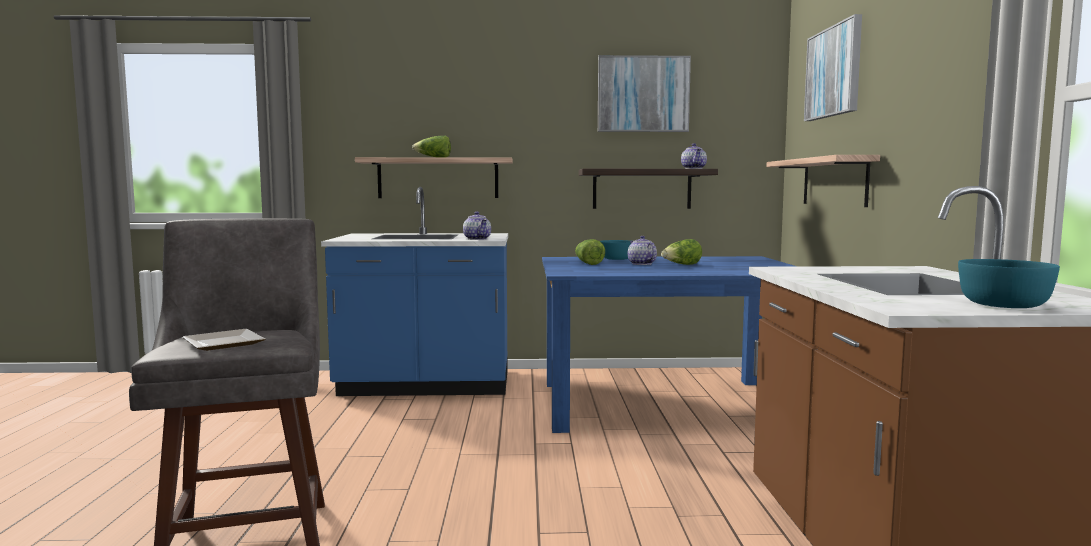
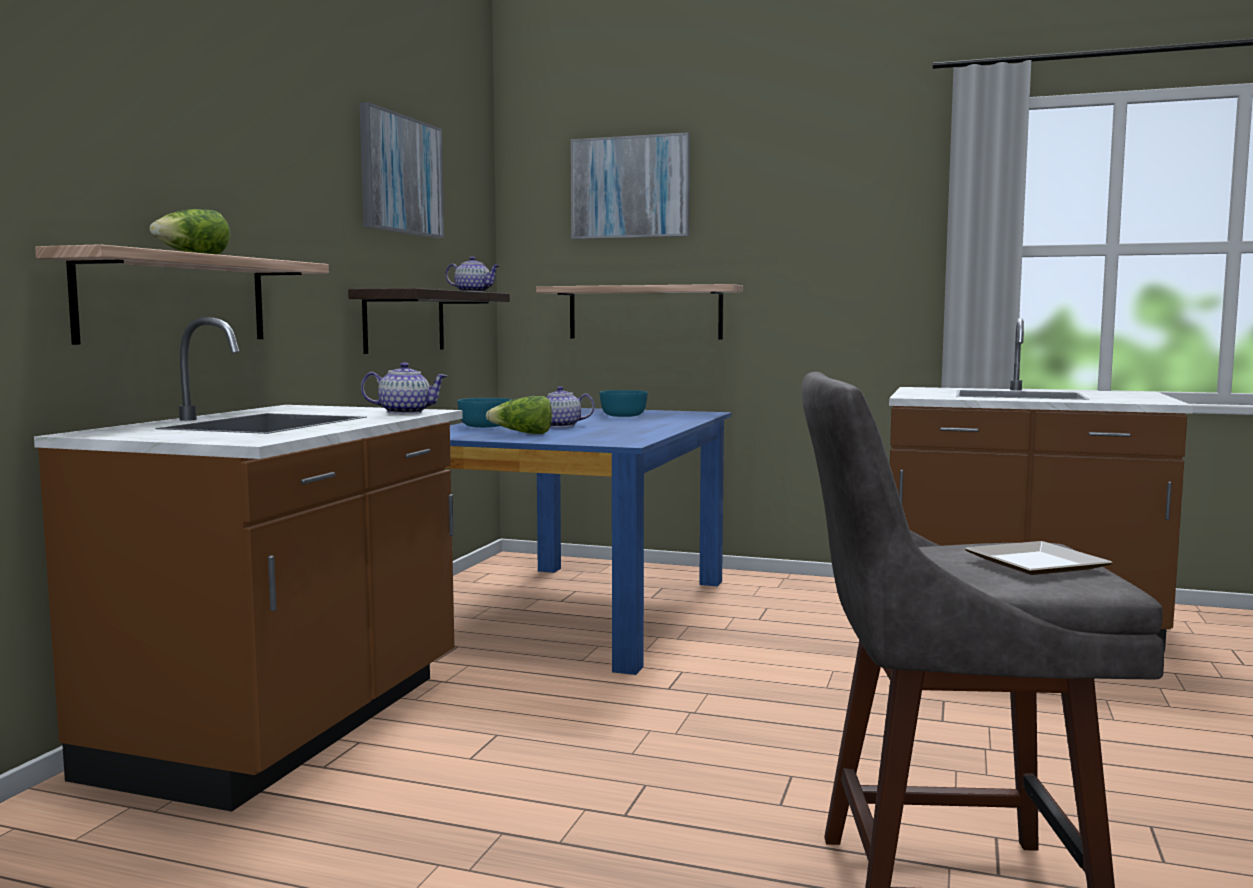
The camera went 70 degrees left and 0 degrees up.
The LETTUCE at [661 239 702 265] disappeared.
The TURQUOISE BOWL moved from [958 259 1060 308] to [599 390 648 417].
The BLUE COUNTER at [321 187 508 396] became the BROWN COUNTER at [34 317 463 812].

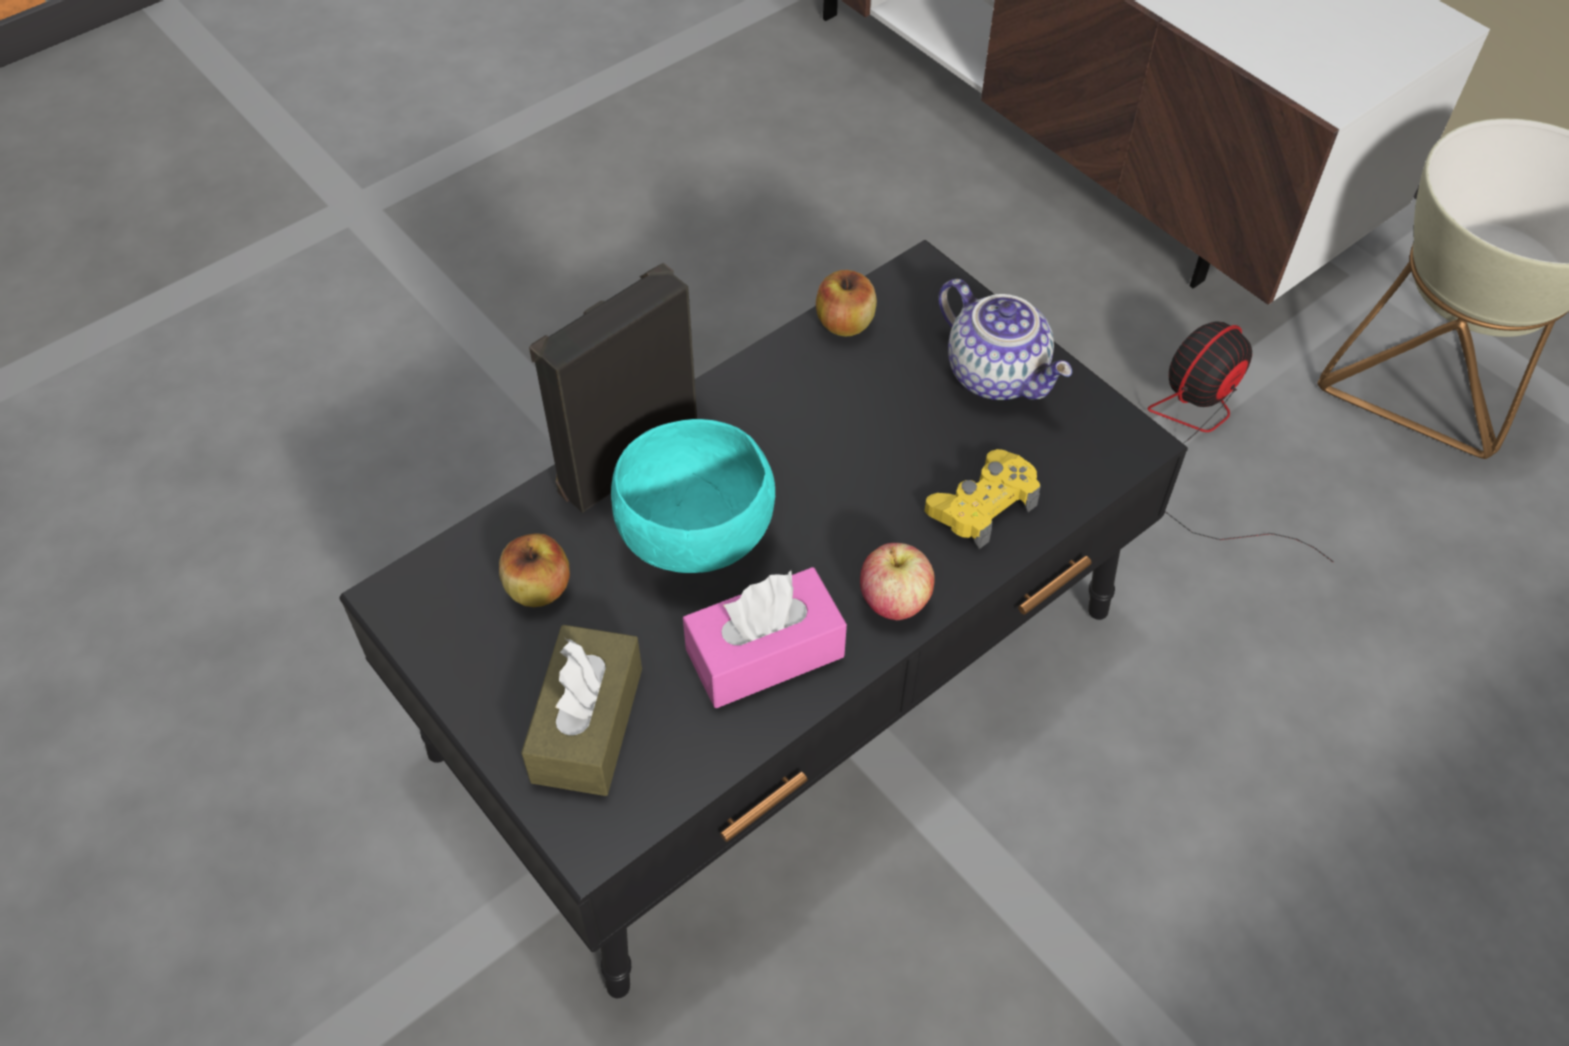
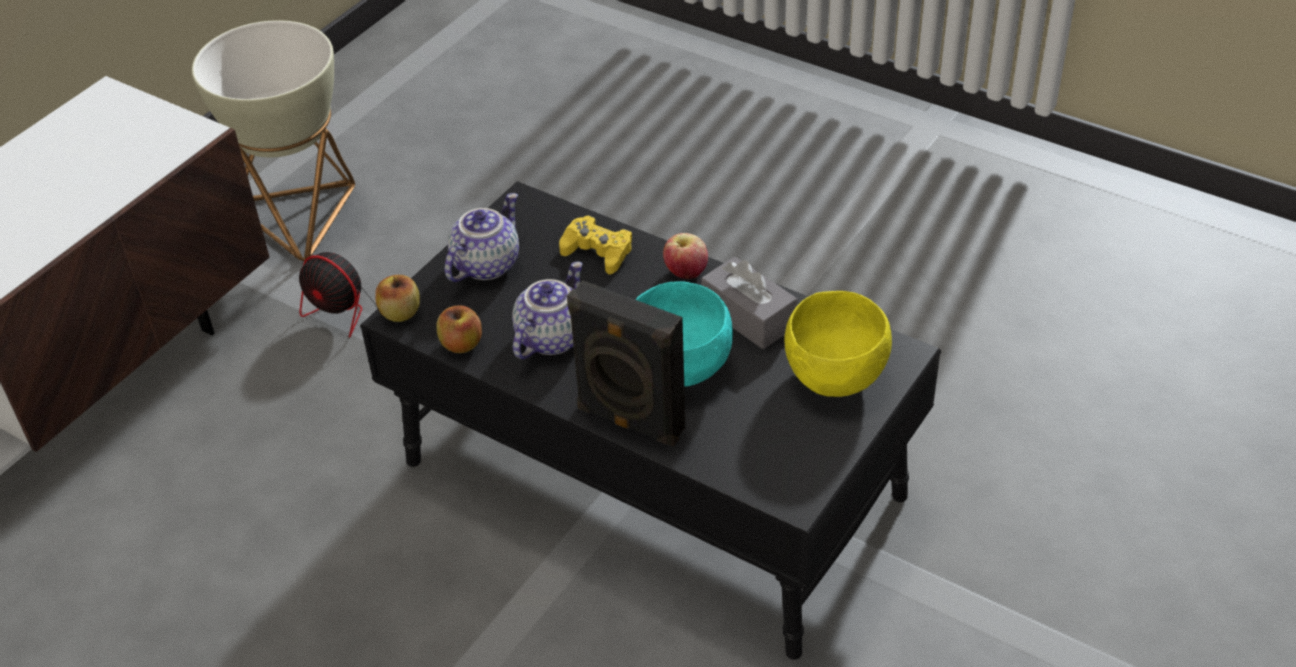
The camera went 105 degrees left and 10 degrees down.
The TEAPOT at [512 261 583 359] appeared.
The APPLE moved from [499 533 570 607] to [375 275 420 322].
The BROWN TISSUE BOX at [521 625 642 796] was replaced by the YELLOW BOWL at [784 291 892 397].
The PINK TISSUE BOX at [683 567 847 708] became the GREY TISSUE BOX at [701 256 797 349].

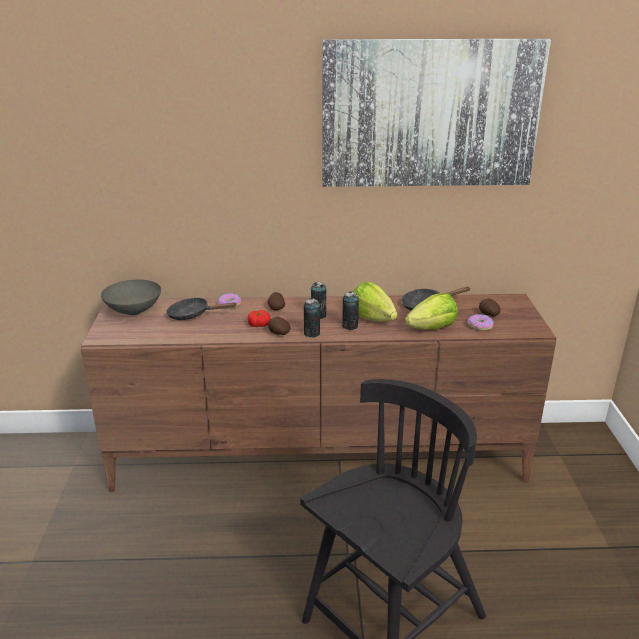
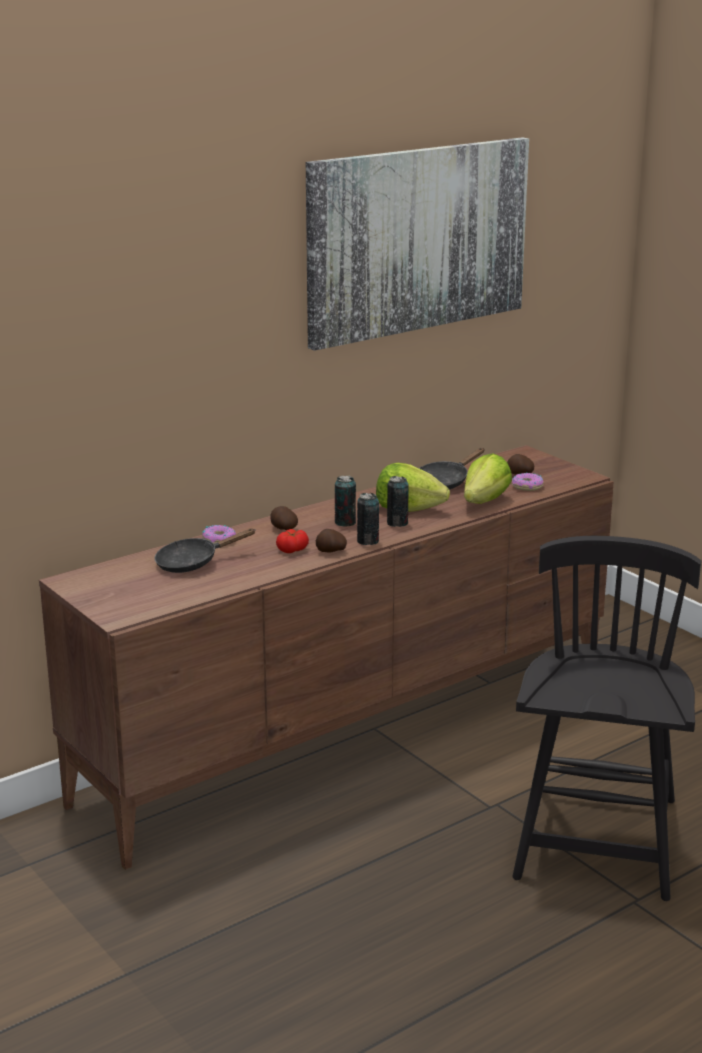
The camera went 35 degrees left and 5 degrees down.
The GREY BOWL at [101 279 161 315] disappeared.

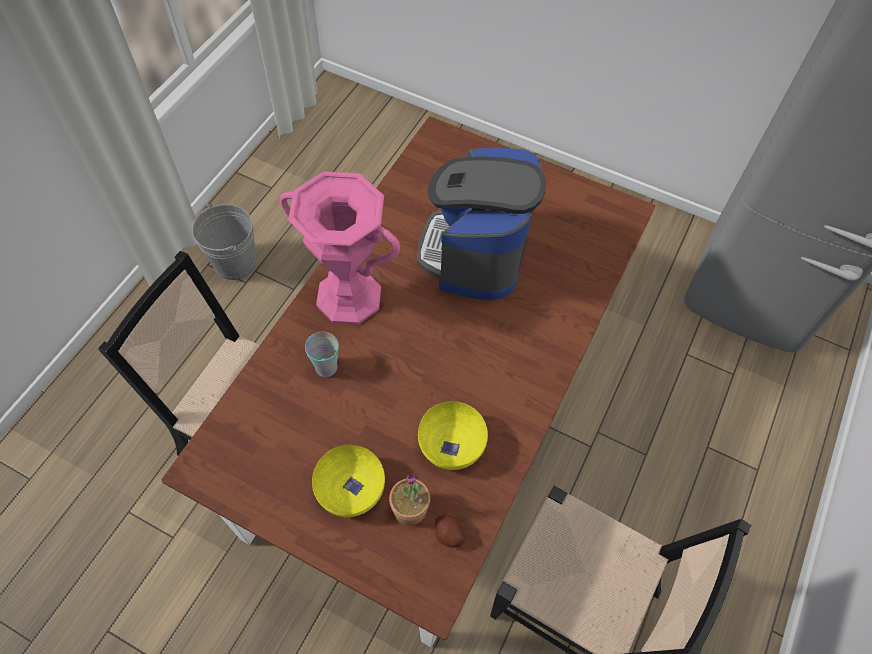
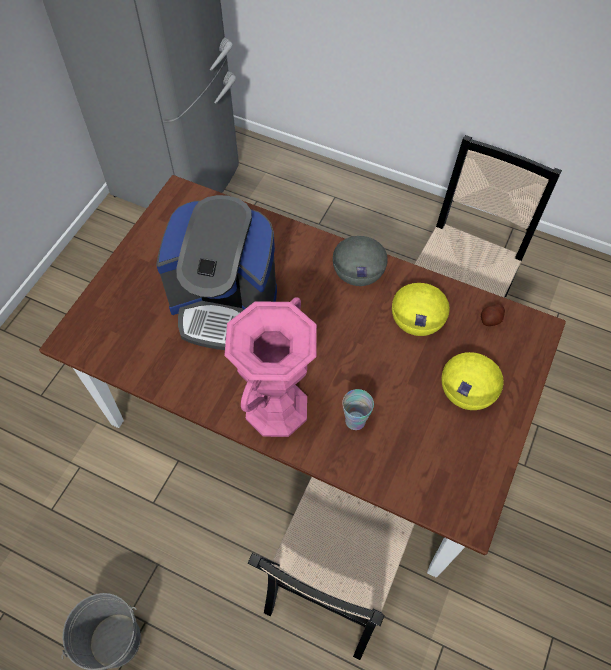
The camera went 90 degrees left and 0 degrees up.
The POTTED PLANT at [389 473 430 526] disappeared.
The GREY BOWL at [333 236 388 286] appeared.

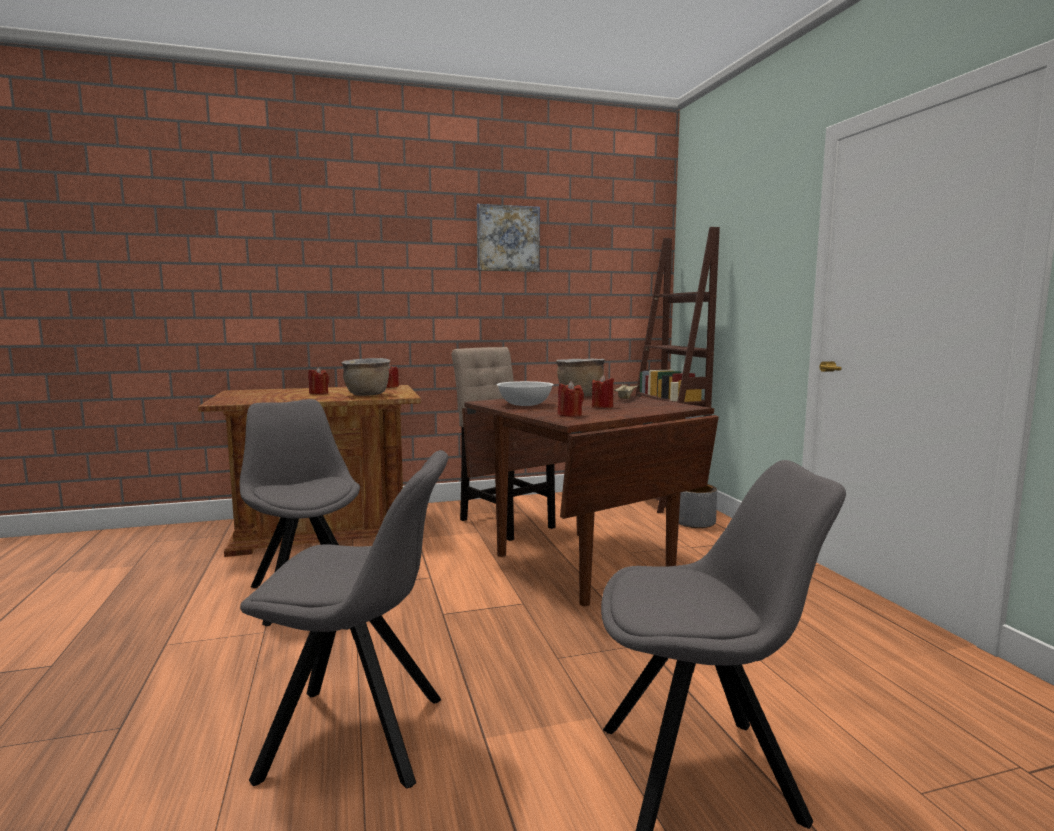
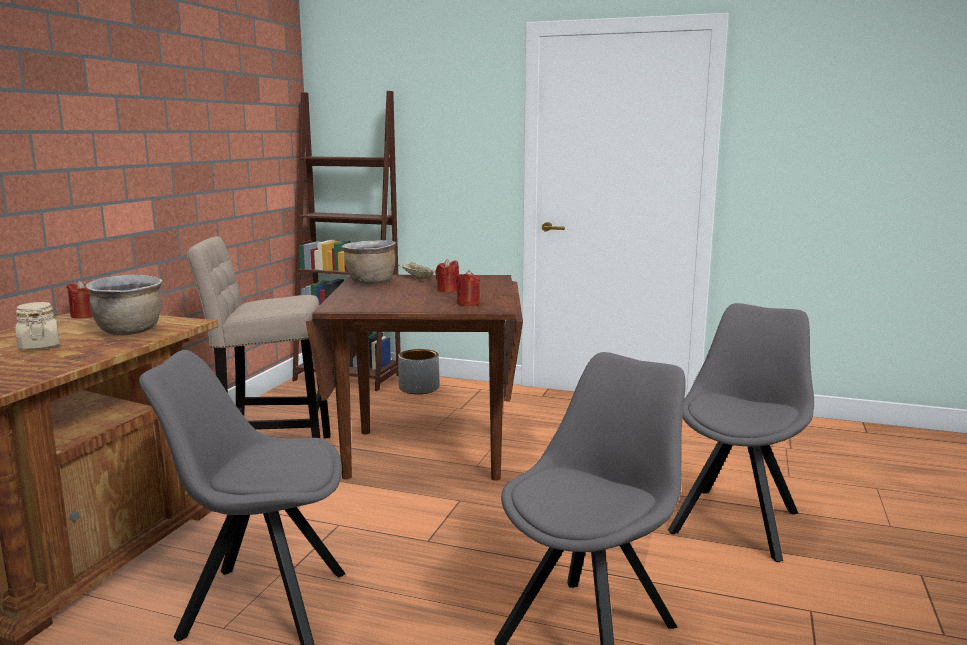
The camera went 55 degrees left and 5 degrees up.
The PICTURE at [477 204 540 272] disappeared.
The WHITE BOWL at [497 381 554 406] disappeared.
The RED CANDLE at [308 368 329 394] was replaced by the BEIGE JAR at [15 302 59 350].

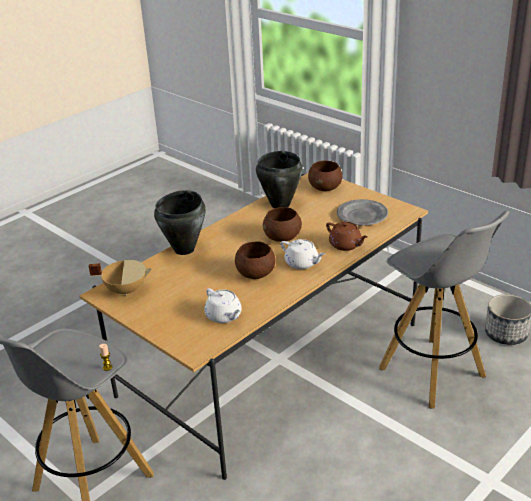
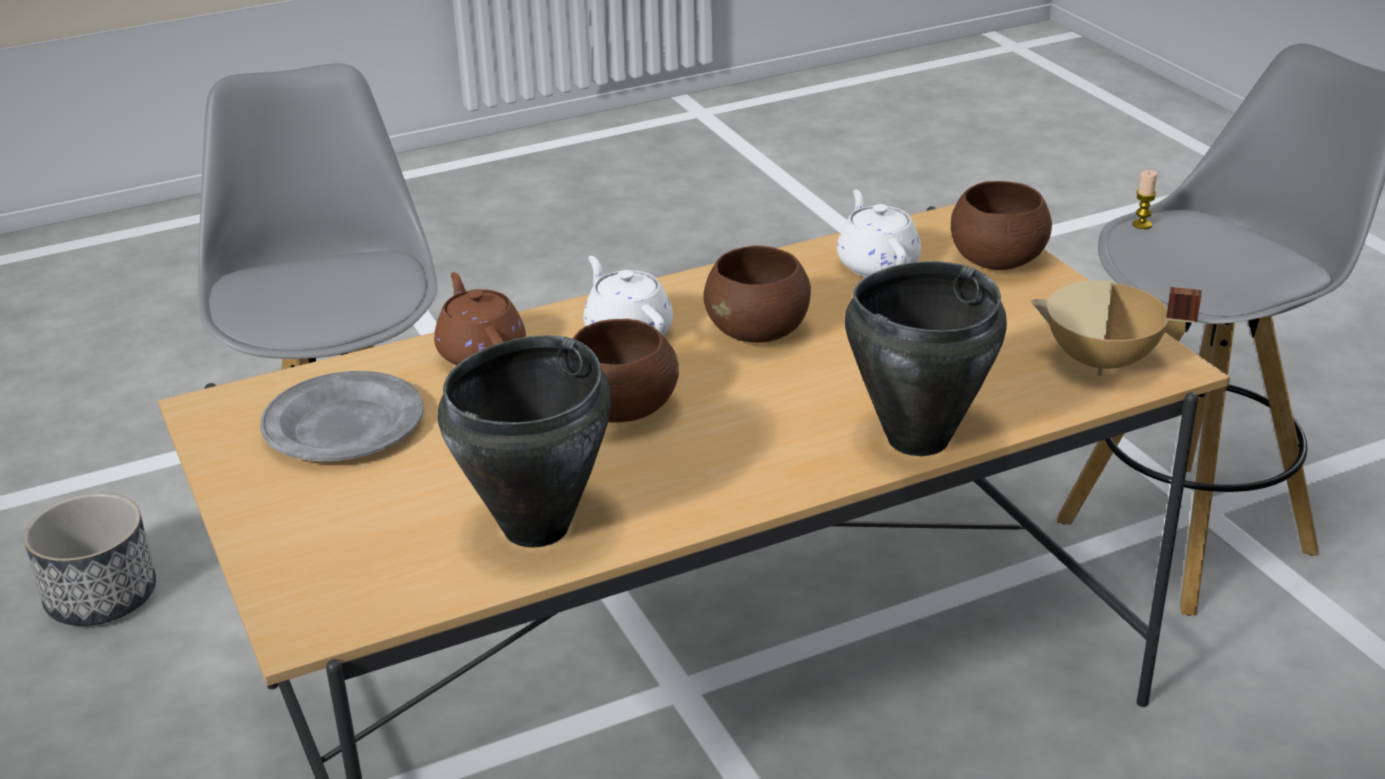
The camera went 160 degrees left and 0 degrees up.
The BROWN BOWL moved from [308 161 342 191] to [951 181 1052 270].

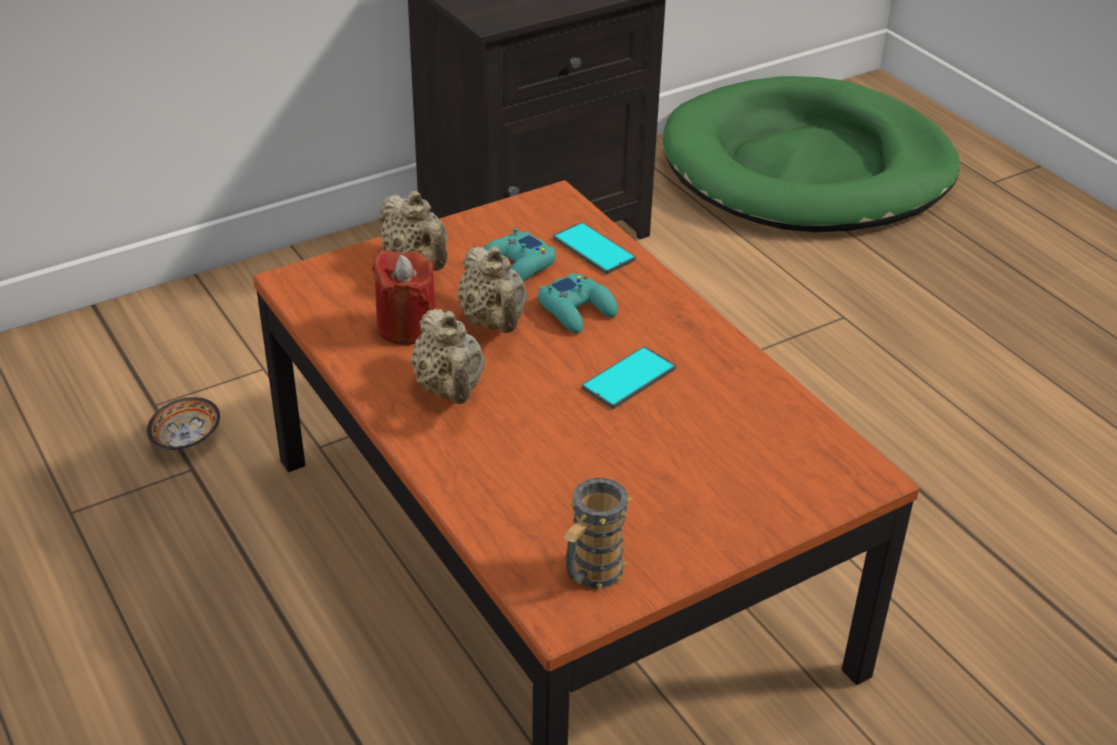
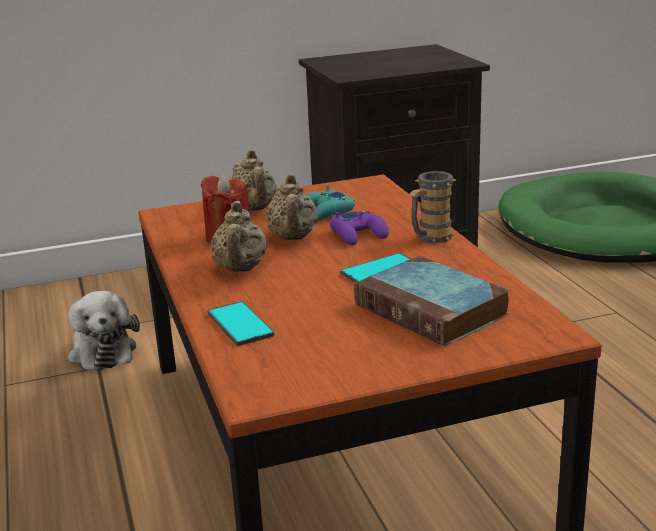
The camera went 15 degrees right and 15 degrees down.
The BOOK at [354 256 510 346] appeared.
The PHONE moved from [553 222 636 274] to [207 301 275 346].
The MUG moved from [564 478 633 589] to [409 171 456 243].
The BOWL at [147 397 220 450] was replaced by the PLUSH TOY at [68 291 140 371].
The TURQUOISE GAME CONTROLLER at [538 273 618 333] became the PURPLE GAME CONTROLLER at [330 211 389 246].

